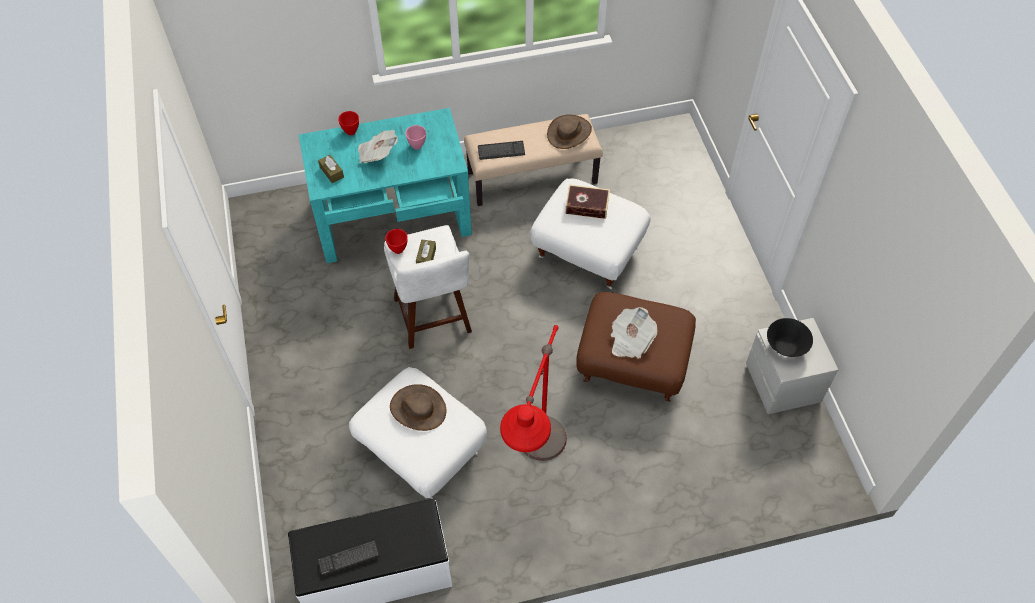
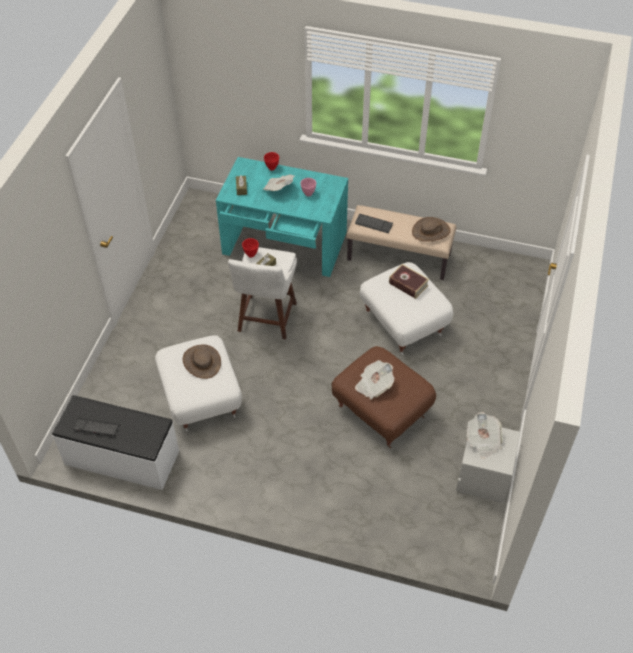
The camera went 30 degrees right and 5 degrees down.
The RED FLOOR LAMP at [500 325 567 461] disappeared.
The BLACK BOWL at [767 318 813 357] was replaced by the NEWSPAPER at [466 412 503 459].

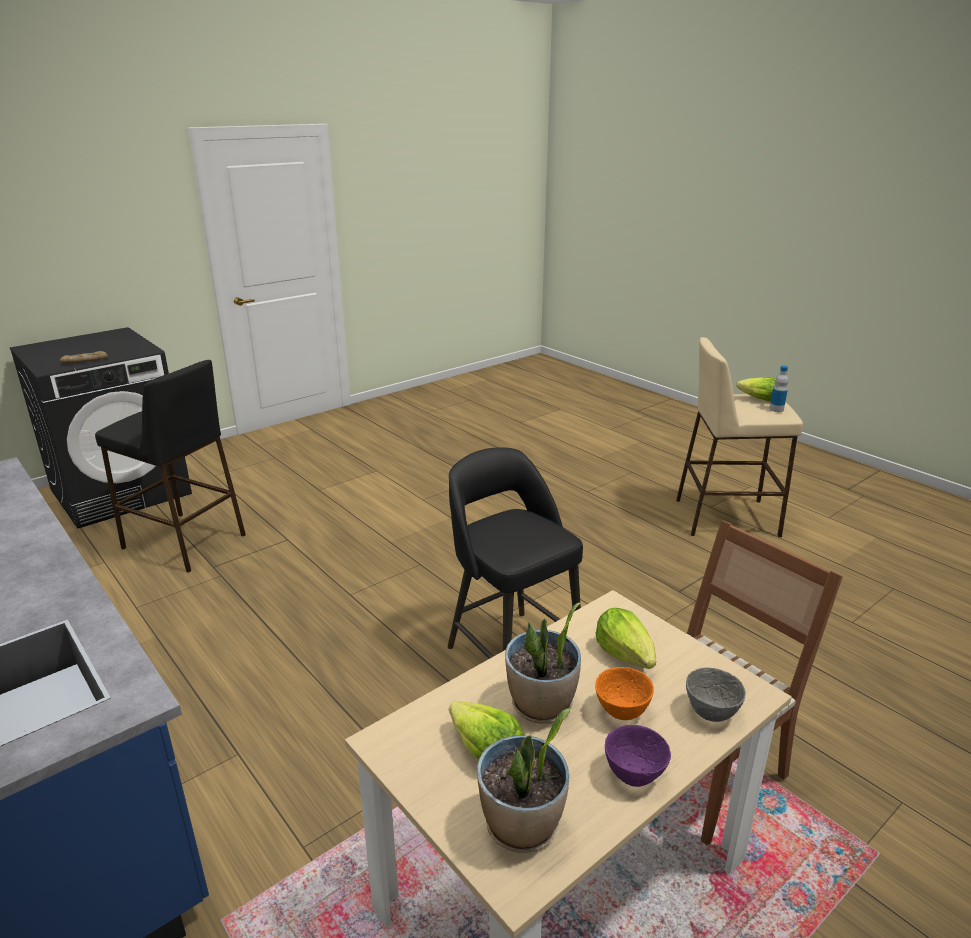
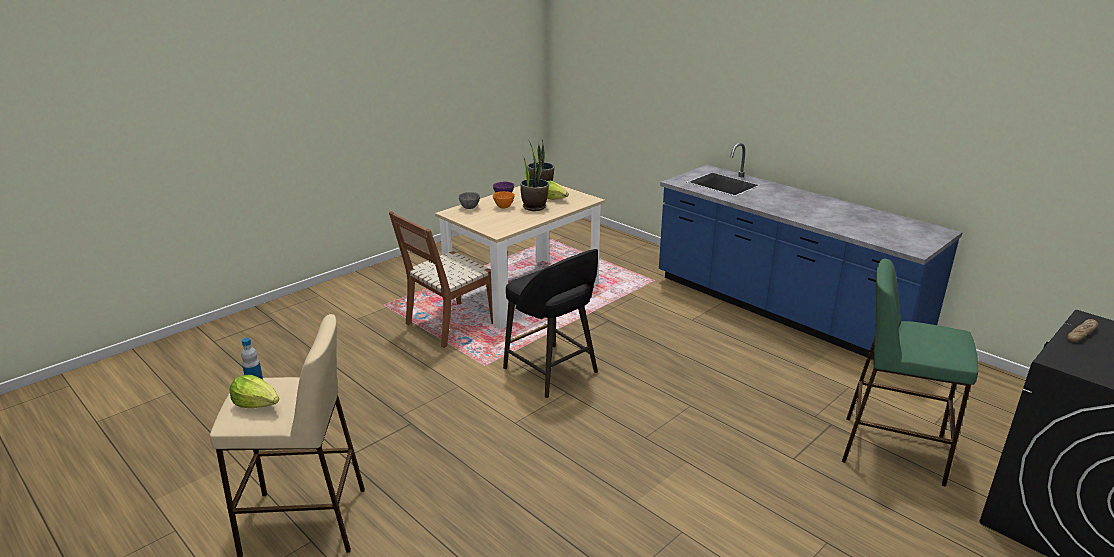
The camera went 175 degrees right and 0 degrees up.
The LETTUCE at [596 608 656 669] disappeared.
The BLACK STOOL at [95 360 246 573] became the GREEN STOOL at [842 258 978 487].

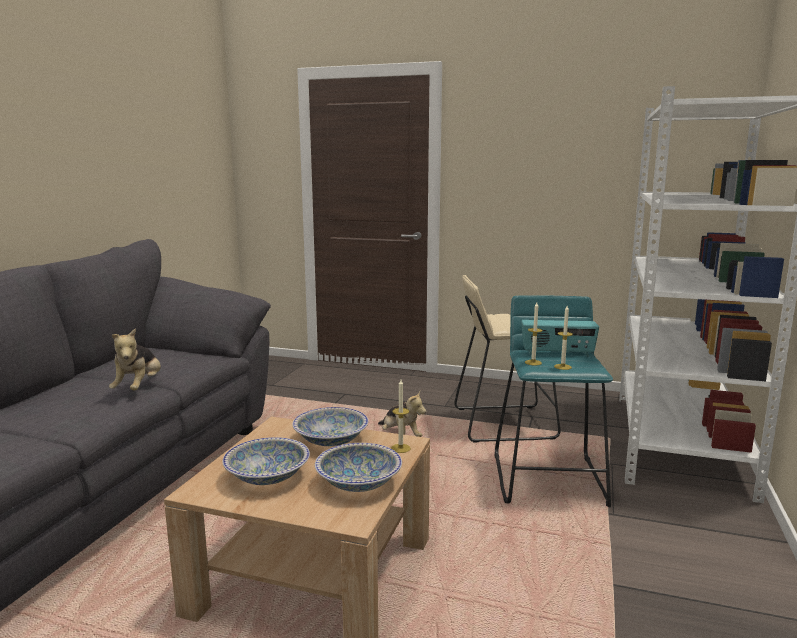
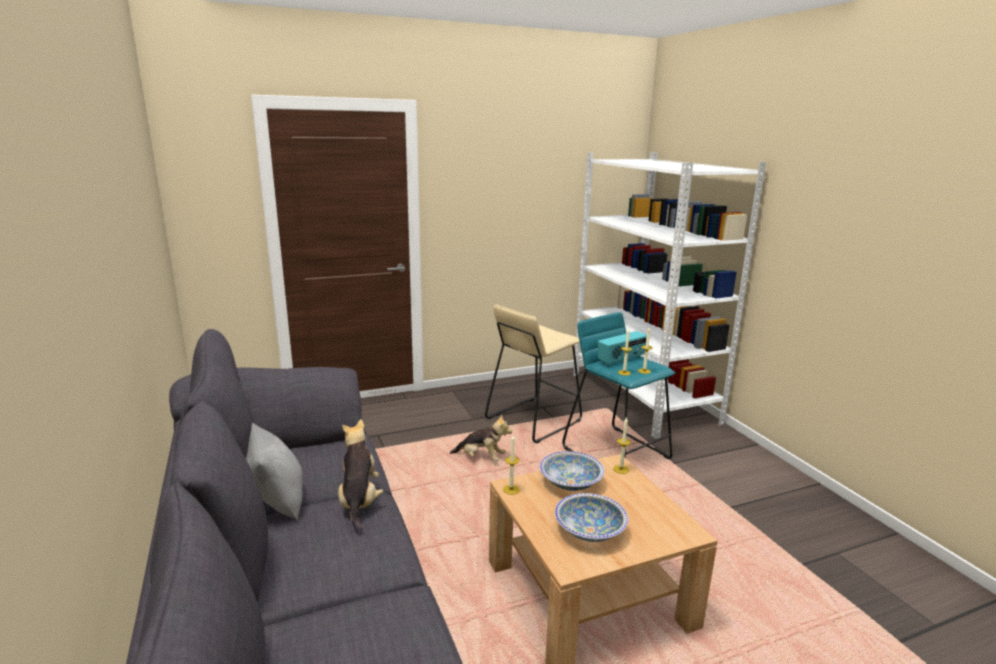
The camera went 40 degrees left and 5 degrees up.
The BOWL at [315 443 402 492] disappeared.
The GREY PILLOW at [246 423 302 520] appeared.
The CANDLE at [503 436 520 495] appeared.
The PLUSH TOY at [109 328 161 390] turned 150 degrees counterclockwise.

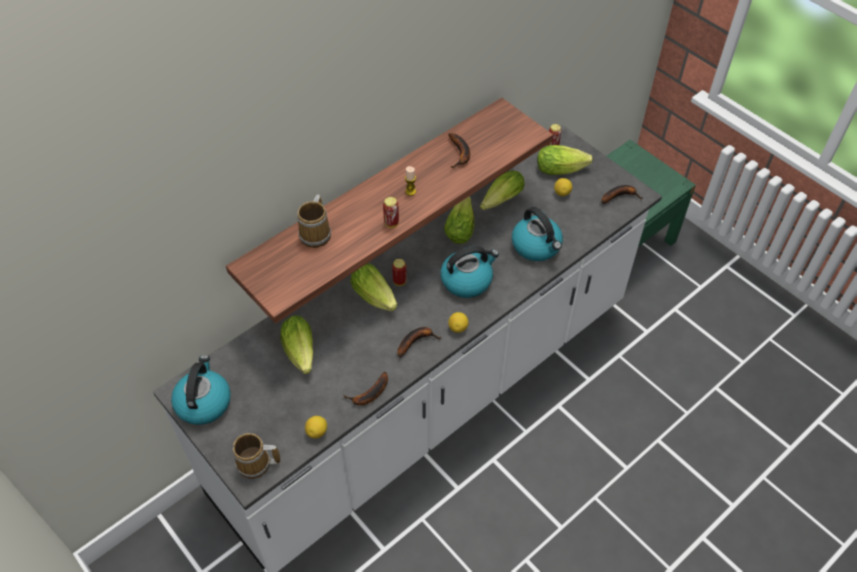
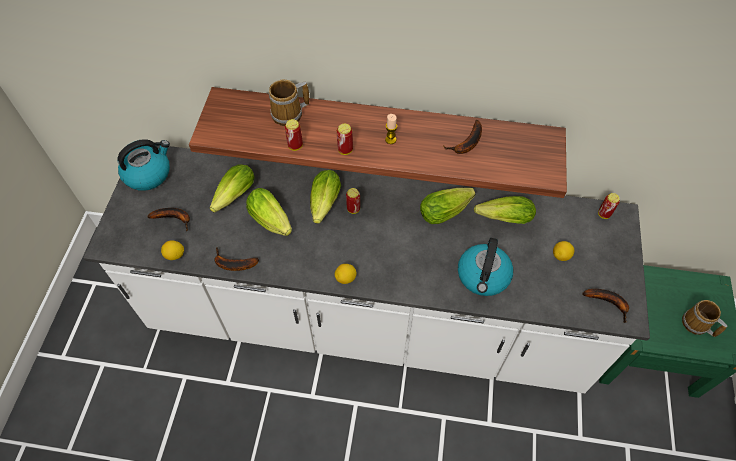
The camera went 50 degrees right and 5 degrees up.
The KETTLE at [440 246 499 298] disappeared.
The CAN at [285 119 303 151] appeared.
The MUG moved from [232 433 280 479] to [682 300 728 337].
The BANANA moved from [397 327 441 358] to [148 208 190 231].
The LETTUCE moved from [537 145 593 175] to [246 188 292 236].

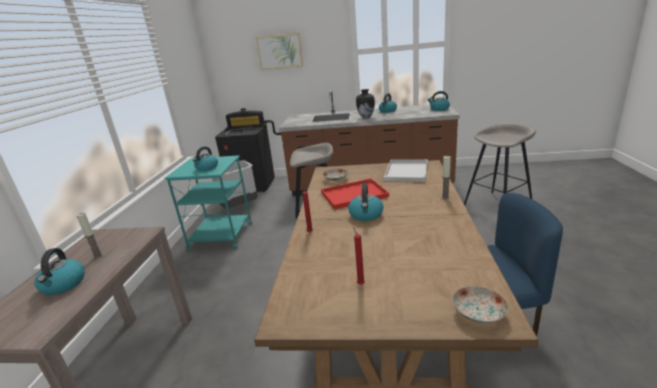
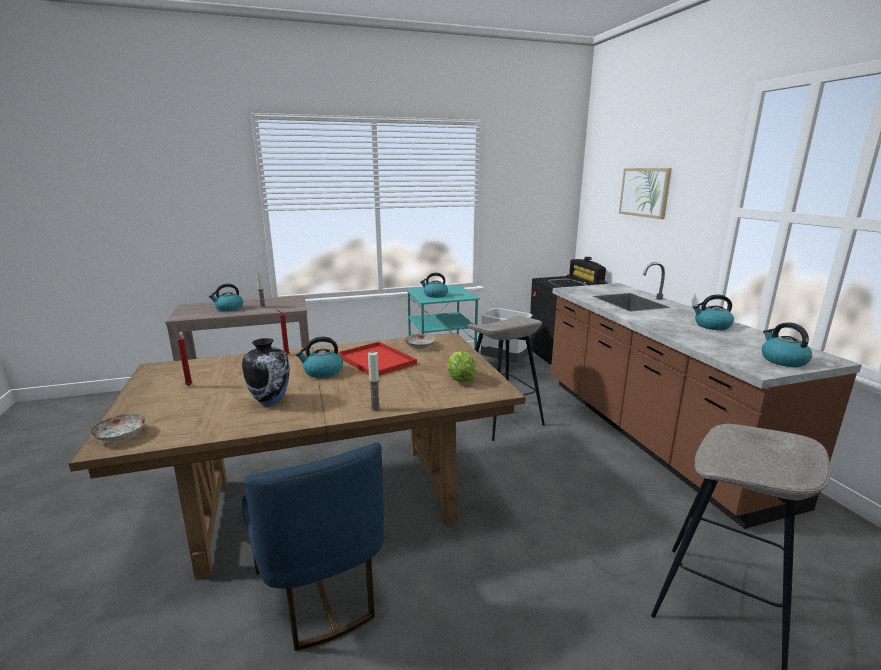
The camera went 65 degrees right and 5 degrees down.
The VASE moved from [356 89 375 118] to [242 338 290 405].
The WHITE TRAY at [384 160 428 182] was replaced by the LETTUCE at [447 351 476 382].

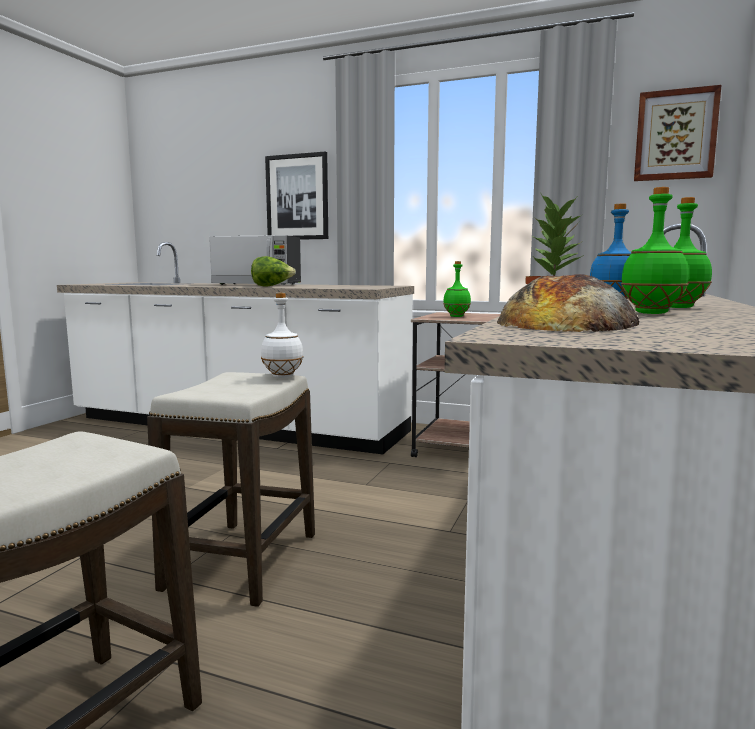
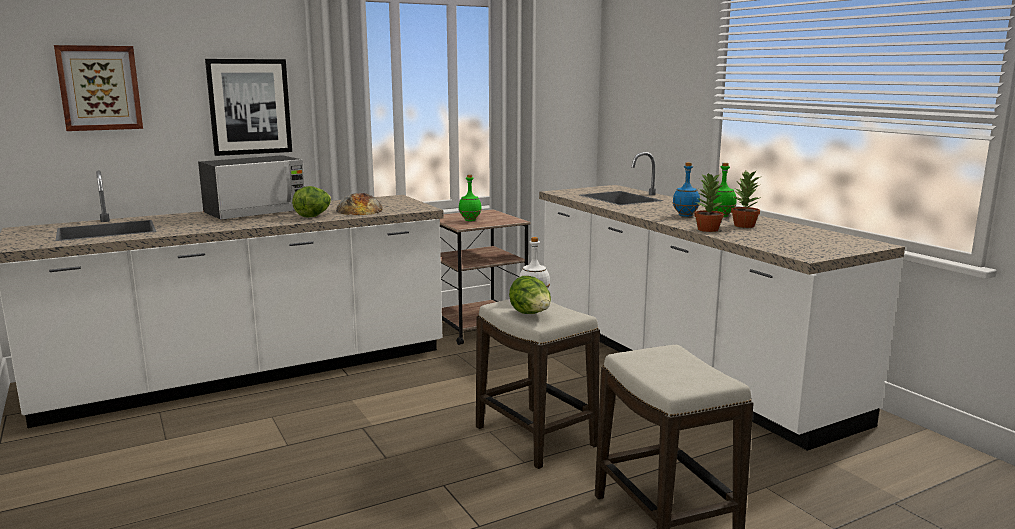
The camera went 50 degrees left and 5 degrees up.
The LETTUCE at [509 276 551 314] appeared.
The BREAD moved from [497 274 639 332] to [336 193 383 215].
The PICTURE moved from [634 85 722 181] to [54 45 143 131].
The GREEN BOTTLE at [621 187 689 314] was replaced by the POTTED PLANT at [731 171 761 228].

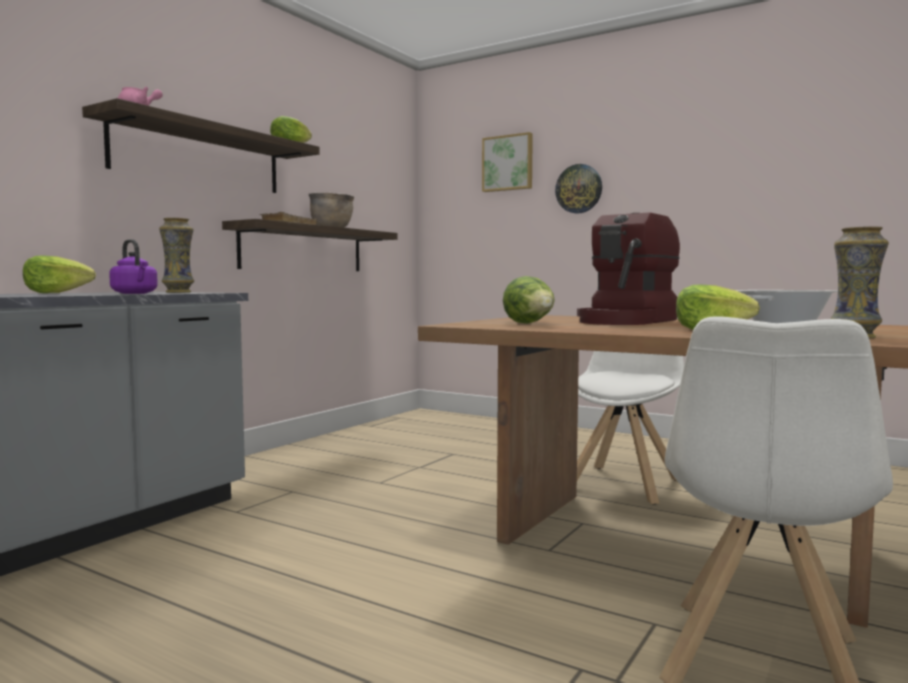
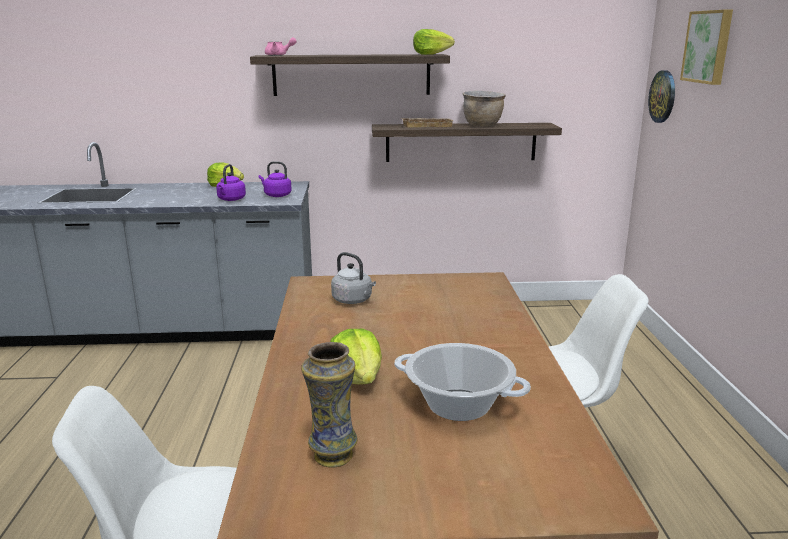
The camera went 55 degrees right and 15 degrees up.
The COFFEE MACHINE at [577 212 680 325] disappeared.
The WALL CLOCK moved from [555 164 602 214] to [648 70 675 123].
The VASE at [159 218 194 293] was replaced by the PURPLE KETTLE at [259 161 292 197].
The LETTUCE at [503 276 555 324] was replaced by the GREY KETTLE at [331 252 376 304].

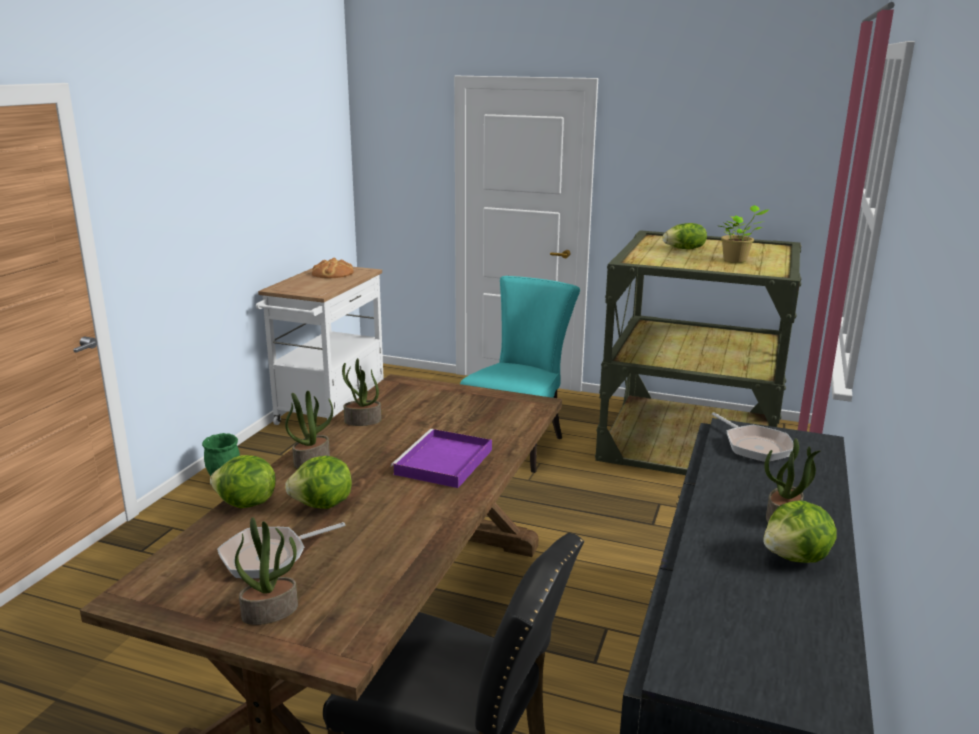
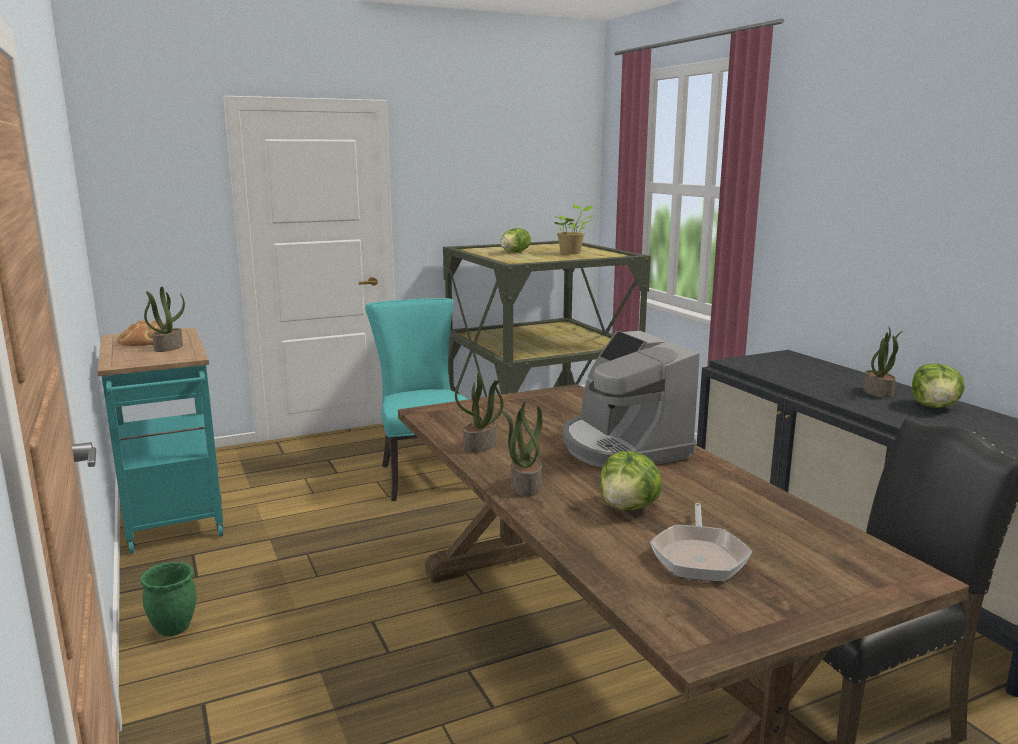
The camera went 45 degrees left and 5 degrees down.
The LETTUCE at [210 455 276 508] disappeared.
The FRYING PAN at [712 412 794 462] disappeared.
The POTTED PLANT moved from [235 517 298 625] to [144 286 185 352].
The PURPLE TRAY at [391 429 492 488] was replaced by the COFFEE MACHINE at [562 331 700 468].
The WHITE CART at [256 267 384 425] became the TURQUOISE CART at [97 327 224 554].

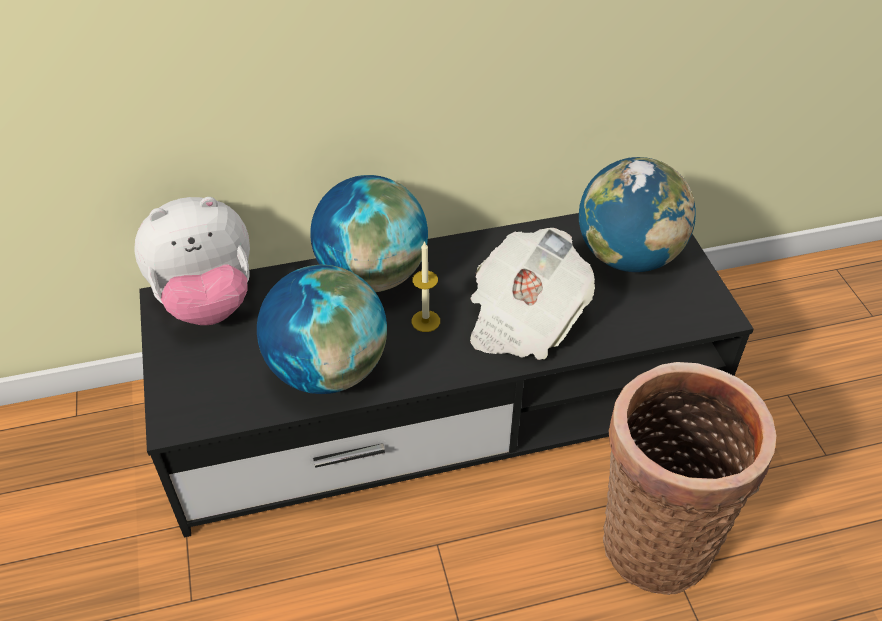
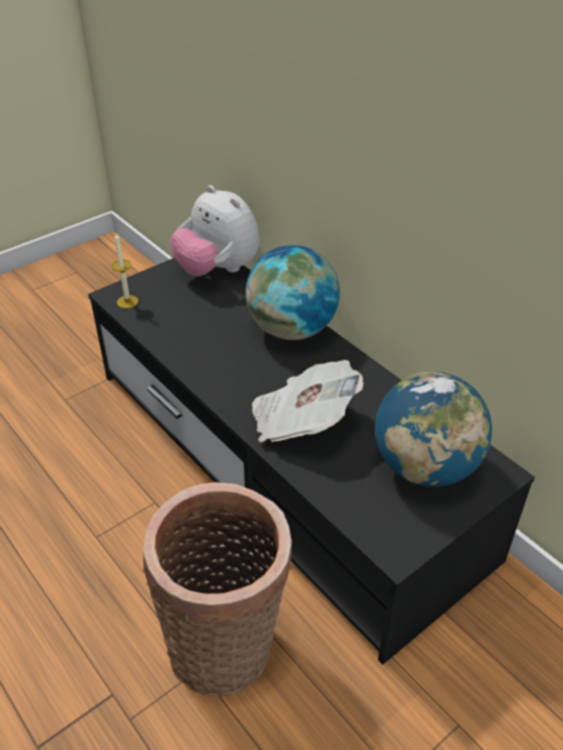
The camera went 65 degrees right and 5 degrees down.
The GLOBE at [257 265 387 394] disappeared.
The CANDLE moved from [412 241 440 332] to [112 233 139 308].

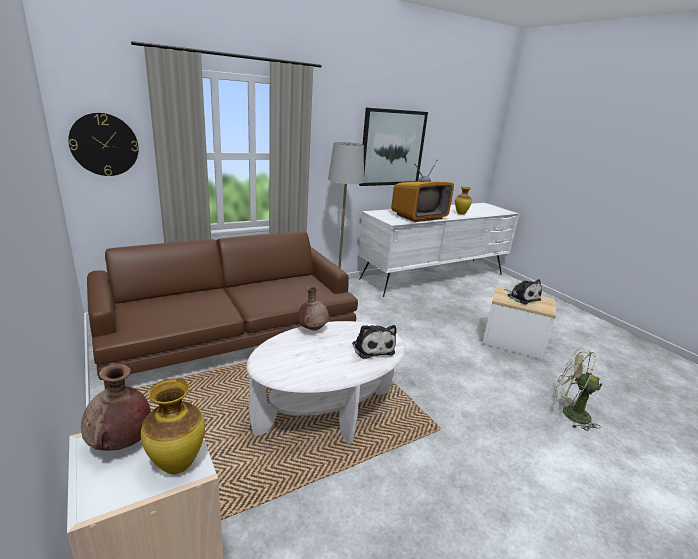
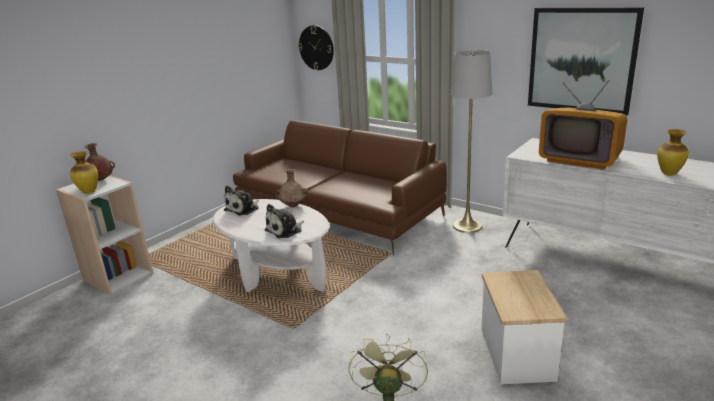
The camera went 70 degrees right and 0 degrees up.
The PLUSH TOY moved from [504 279 542 304] to [224 185 259 216].

